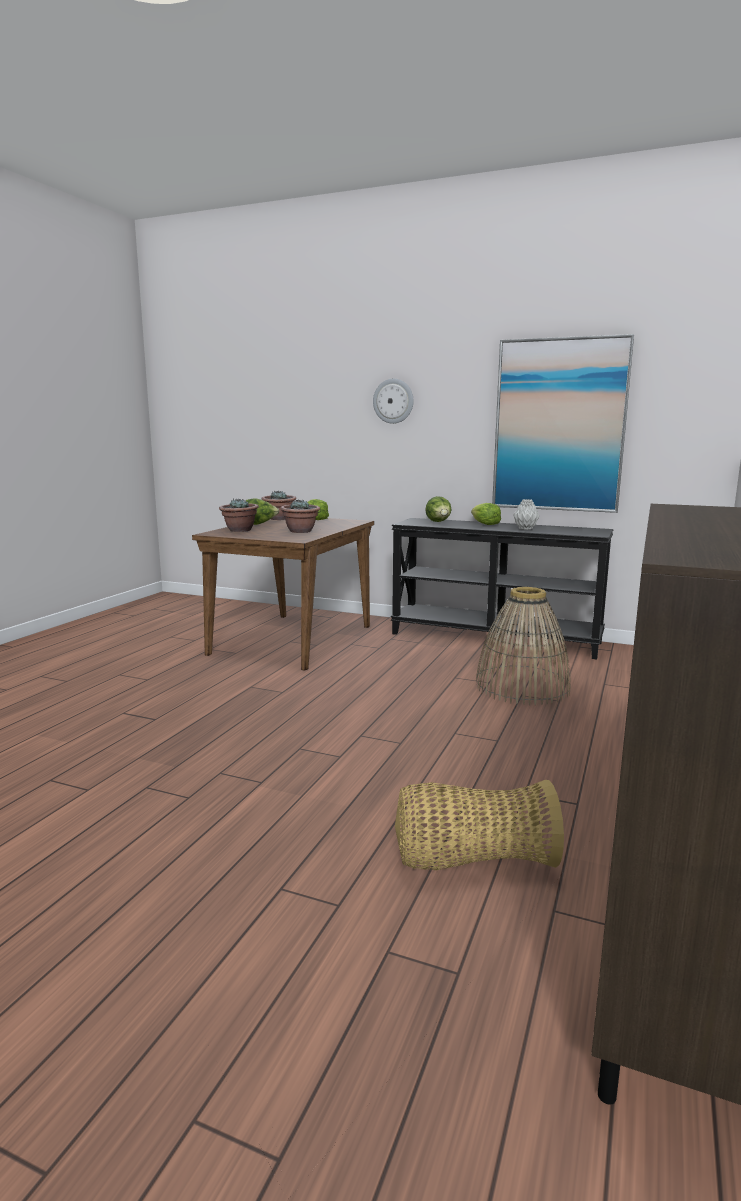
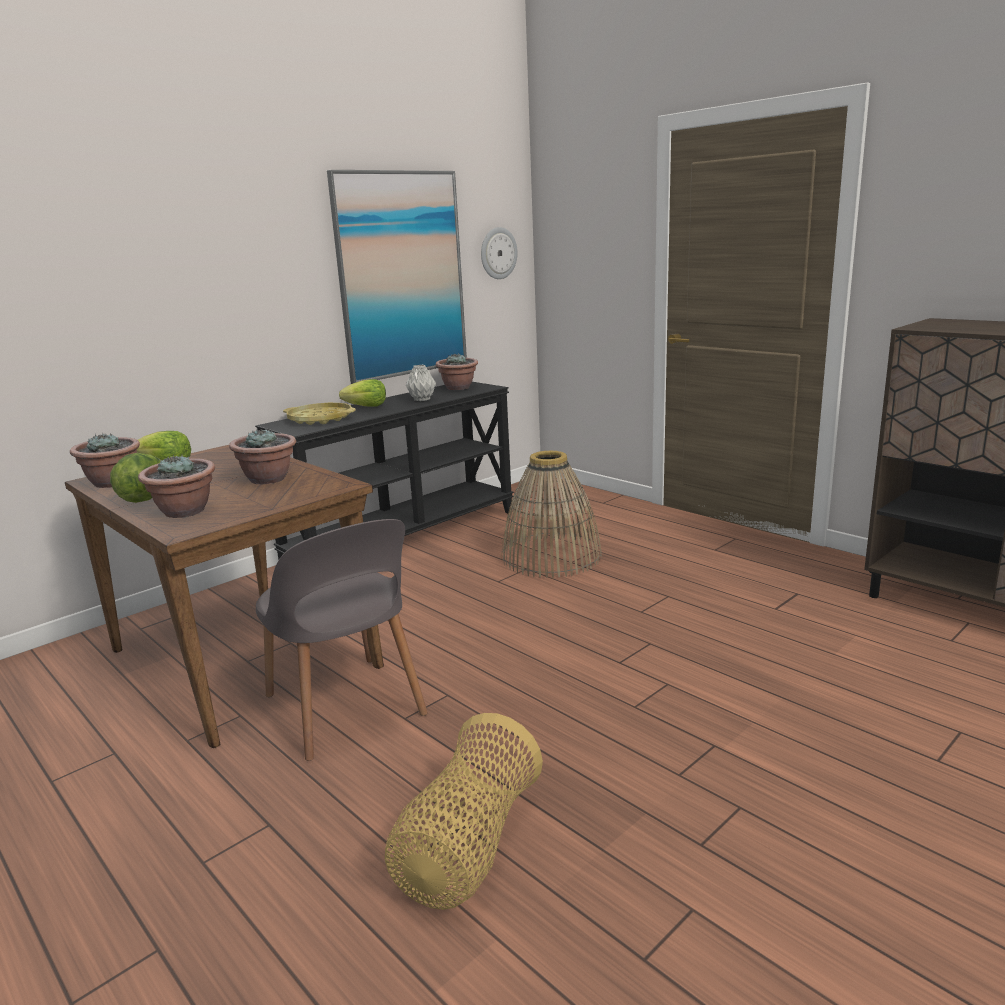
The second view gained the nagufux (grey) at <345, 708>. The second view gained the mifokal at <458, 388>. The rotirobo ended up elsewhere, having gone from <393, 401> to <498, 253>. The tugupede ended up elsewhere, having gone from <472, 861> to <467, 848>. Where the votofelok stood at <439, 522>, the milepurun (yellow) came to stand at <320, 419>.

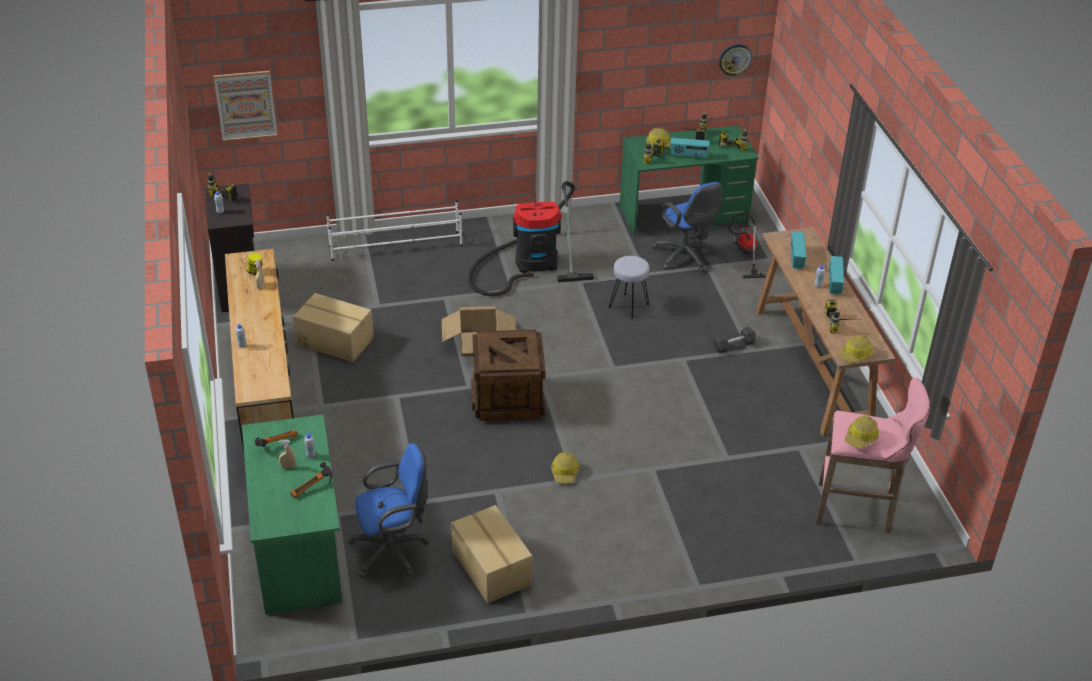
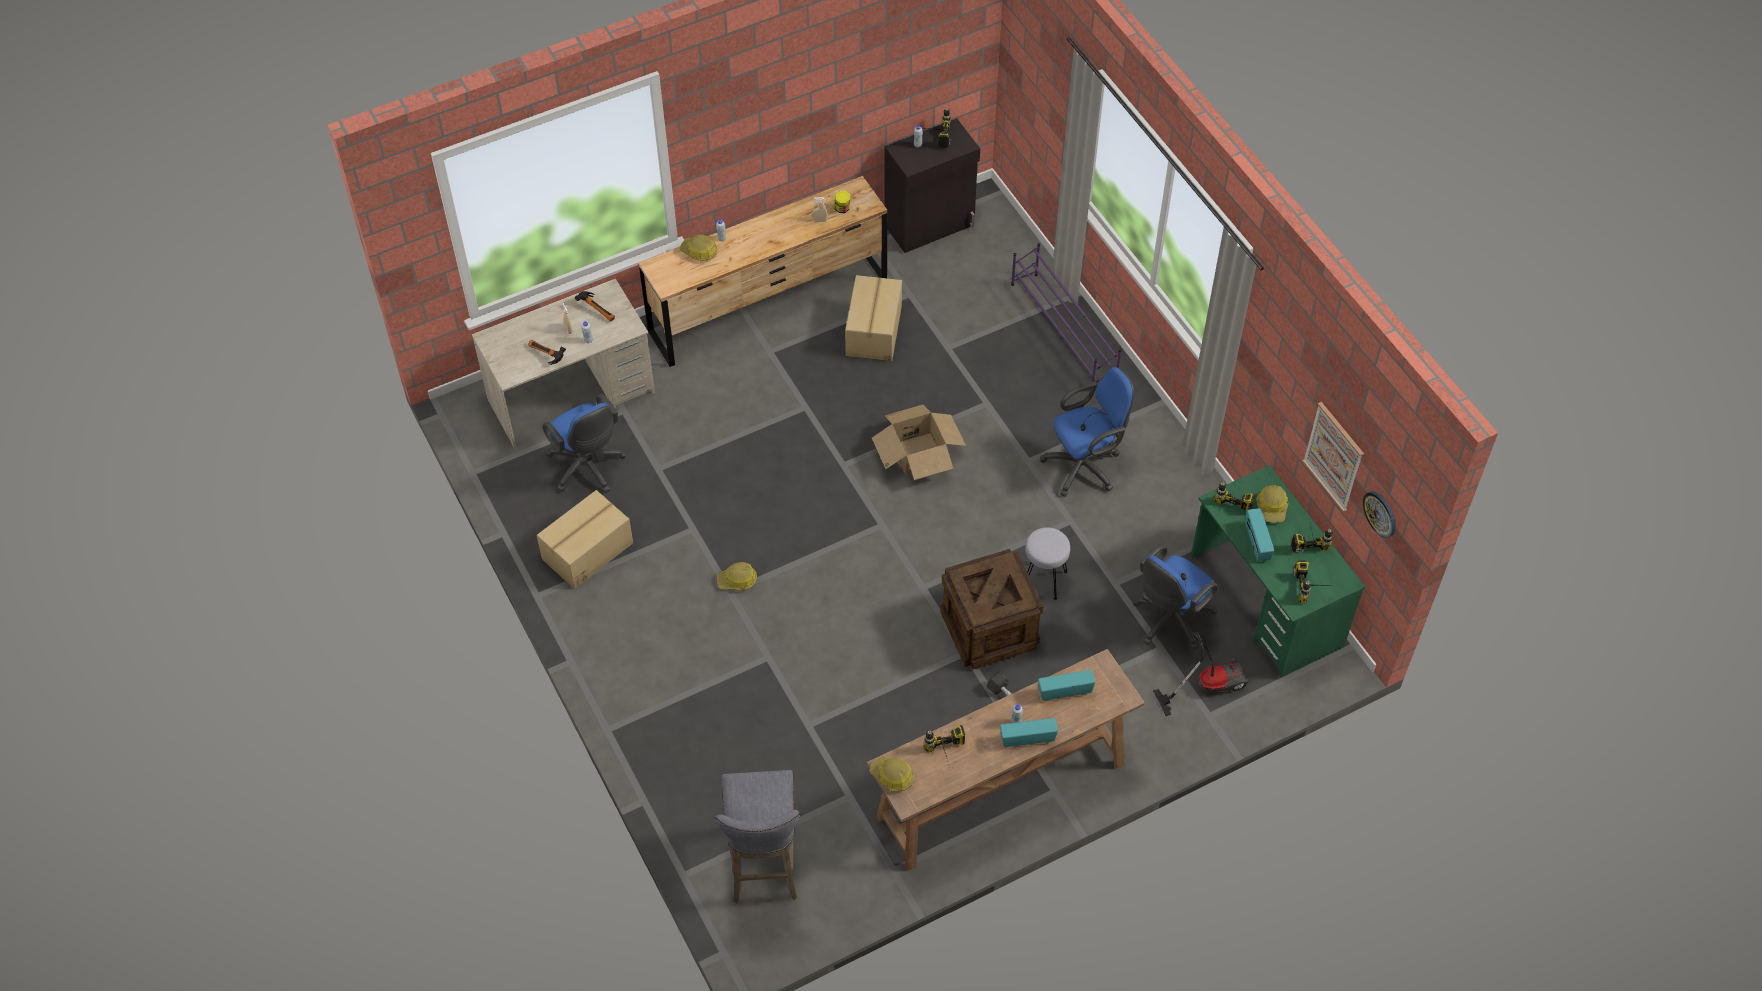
The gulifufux ended up elsewhere, having gone from <245, 105> to <1334, 456>. The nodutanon ended up elsewhere, having gone from <507, 398> to <989, 628>. The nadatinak ended up elsewhere, having gone from <861, 437> to <699, 252>. Where the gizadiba stood at <531, 263>, the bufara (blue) came to stand at <1085, 465>. What was the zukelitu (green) at <297, 549> turned into the zukelitu (beige) at <571, 396>. What was the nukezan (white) at <396, 246> turned into the nukezan (purple) at <1063, 332>. What was the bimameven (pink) at <858, 510> turned into the bimameven (grey) at <764, 867>.

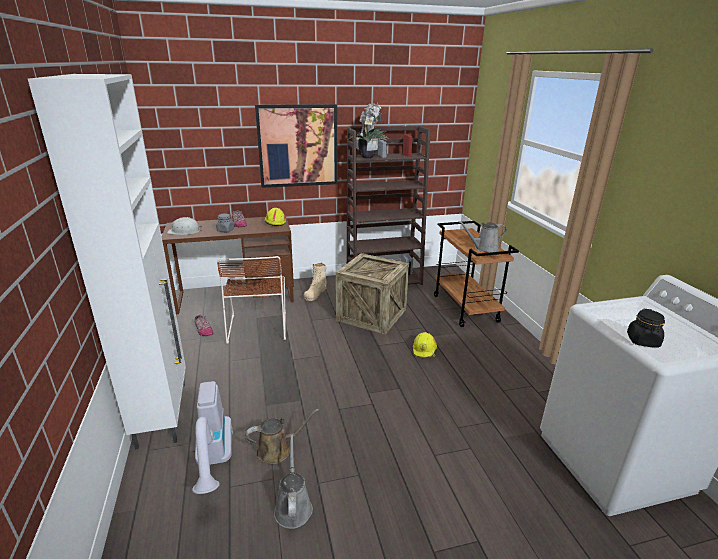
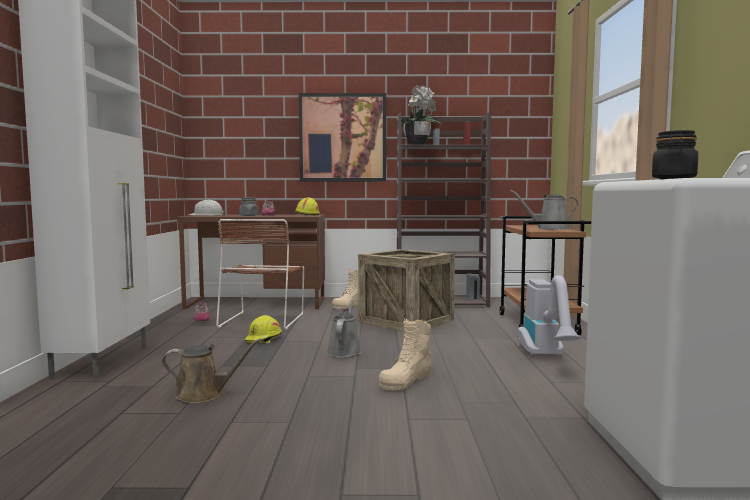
The second view gained the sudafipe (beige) at <406, 380>. The gizadiba ended up elsewhere, having gone from <214, 462> to <546, 356>. The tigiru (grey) ended up elsewhere, having gone from <293, 506> to <344, 351>. The nadatinak (yellow) ended up elsewhere, having gone from <424, 350> to <264, 339>.

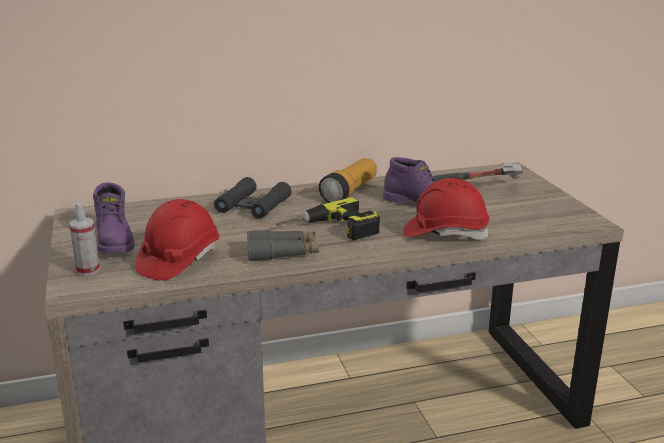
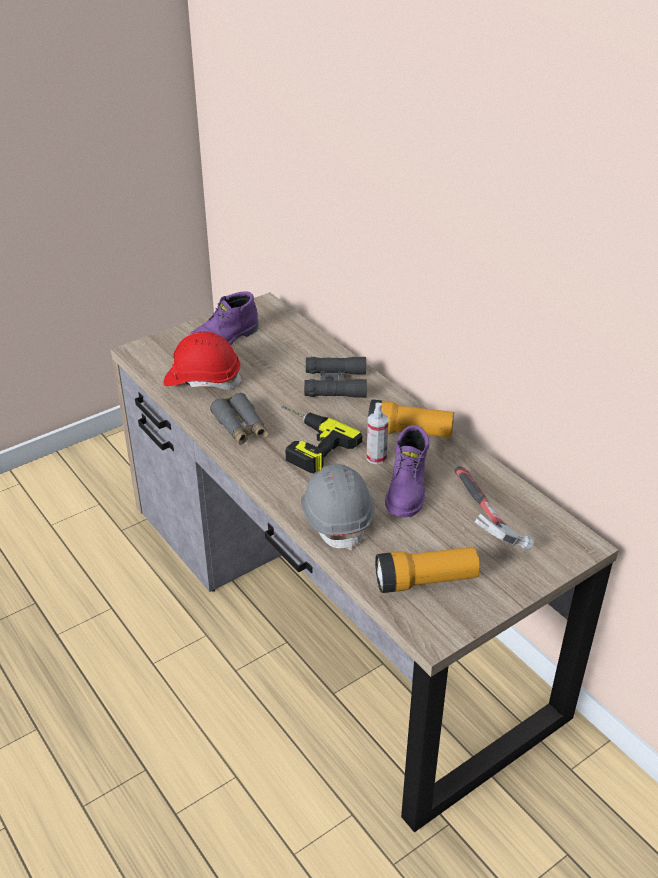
The second view gained the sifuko at <425, 581>. The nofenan ended up elsewhere, having gone from <88, 270> to <376, 457>. What was the nadatinak (red) at <445, 233> turned into the nadatinak (grey) at <337, 518>.

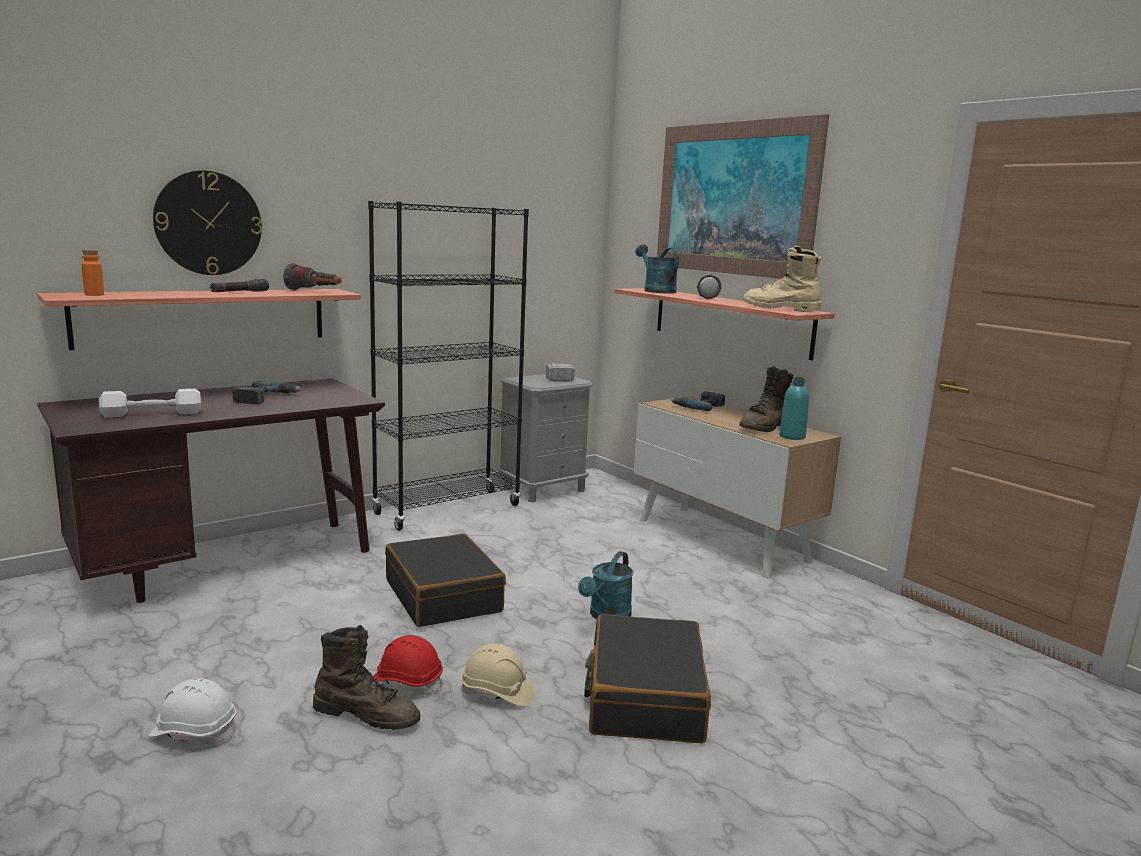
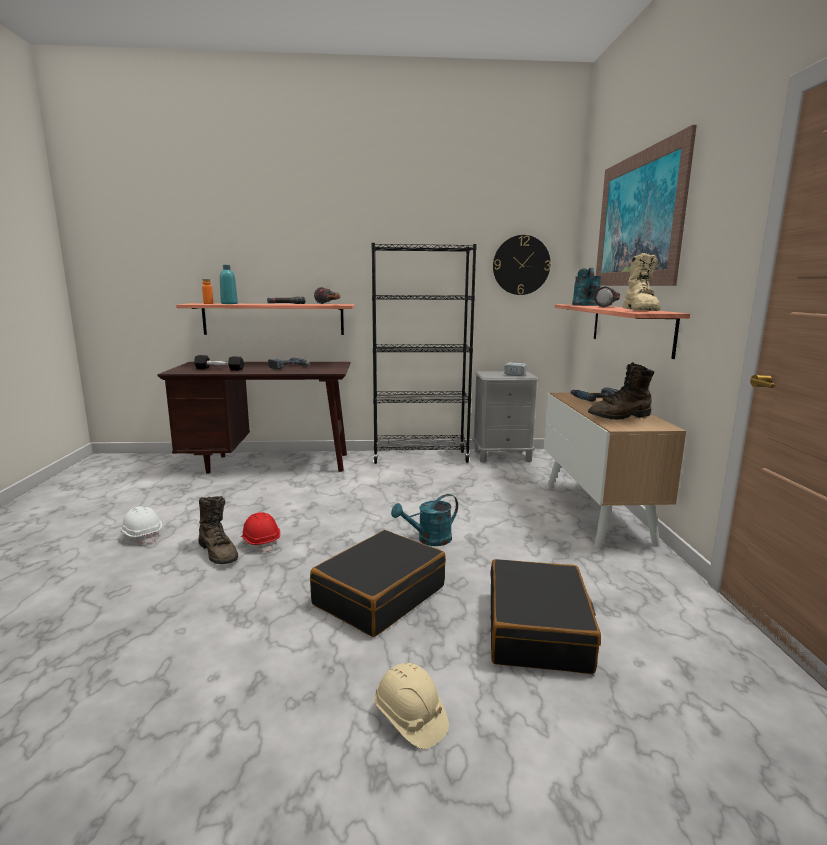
The rotirobo ended up elsewhere, having gone from <208, 223> to <521, 265>. The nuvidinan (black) ended up elsewhere, having gone from <444, 596> to <538, 630>. The nadatinak (beige) ended up elsewhere, having gone from <497, 693> to <410, 718>. The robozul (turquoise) ended up elsewhere, having gone from <792, 436> to <229, 303>. What was the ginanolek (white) at <152, 414> turned into the ginanolek (black) at <219, 369>. The sudafipe (beige) at <779, 309> ended up facing another way, 150 degrees counterclockwise from before.

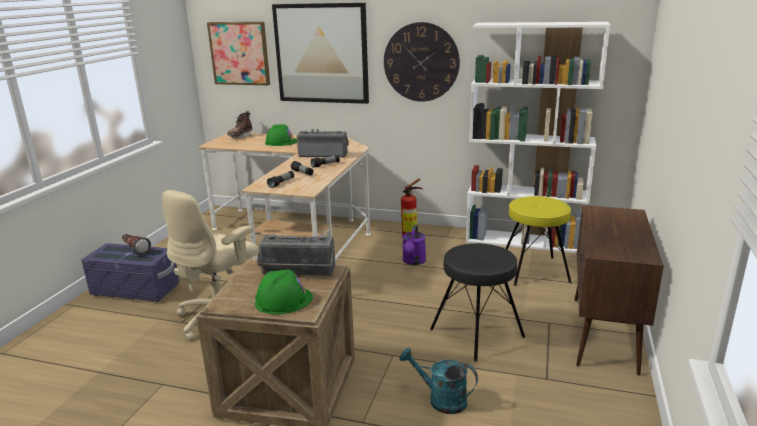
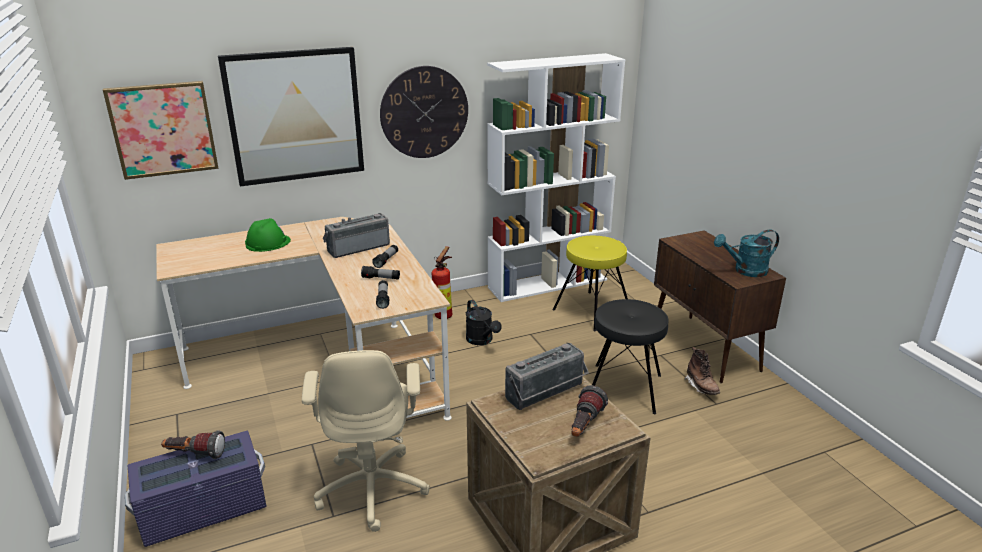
The sudafipe (brown) ended up elsewhere, having gone from <240, 137> to <701, 387>. The tigiru (turquoise) ended up elsewhere, having gone from <440, 399> to <745, 271>. Where the nadatinak (green) stood at <283, 300>, the sifuko came to stand at <584, 426>. What was the tigiru (purple) at <413, 262> turned into the tigiru (black) at <482, 340>.

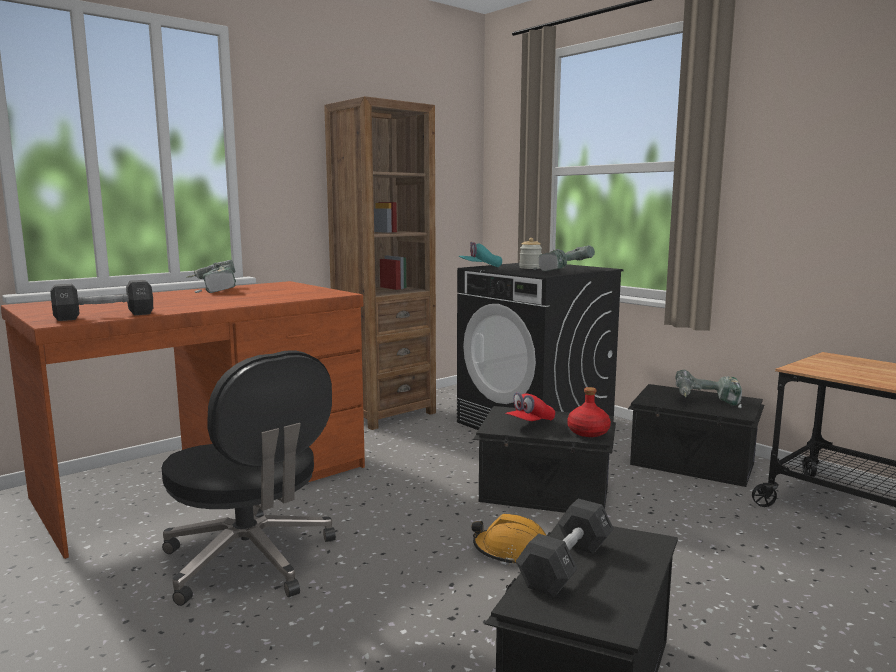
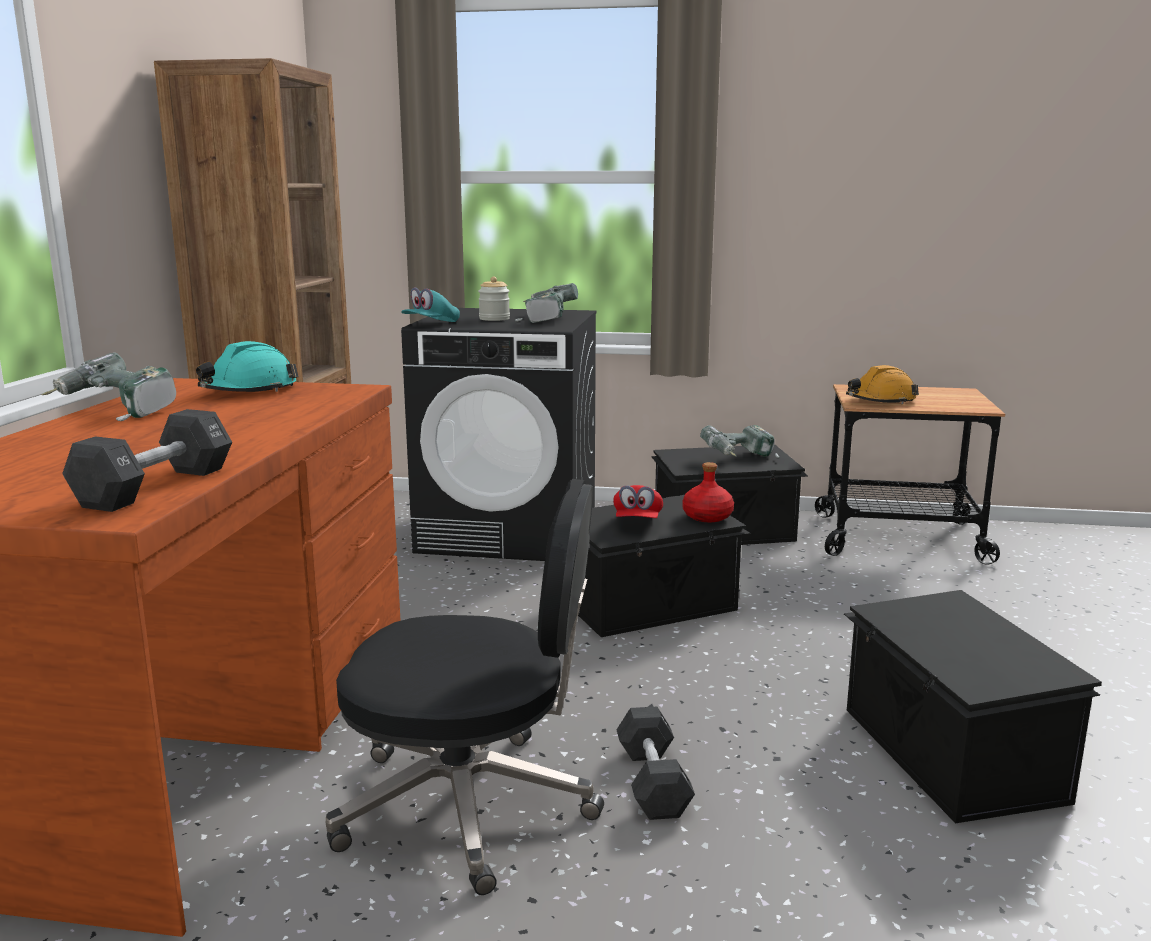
The second view gained the nadatinak (turquoise) at <249, 391>. The nadatinak (orange) ended up elsewhere, having gone from <511, 552> to <880, 401>. The ginanolek (black) ended up elsewhere, having gone from <566, 565> to <653, 781>.

